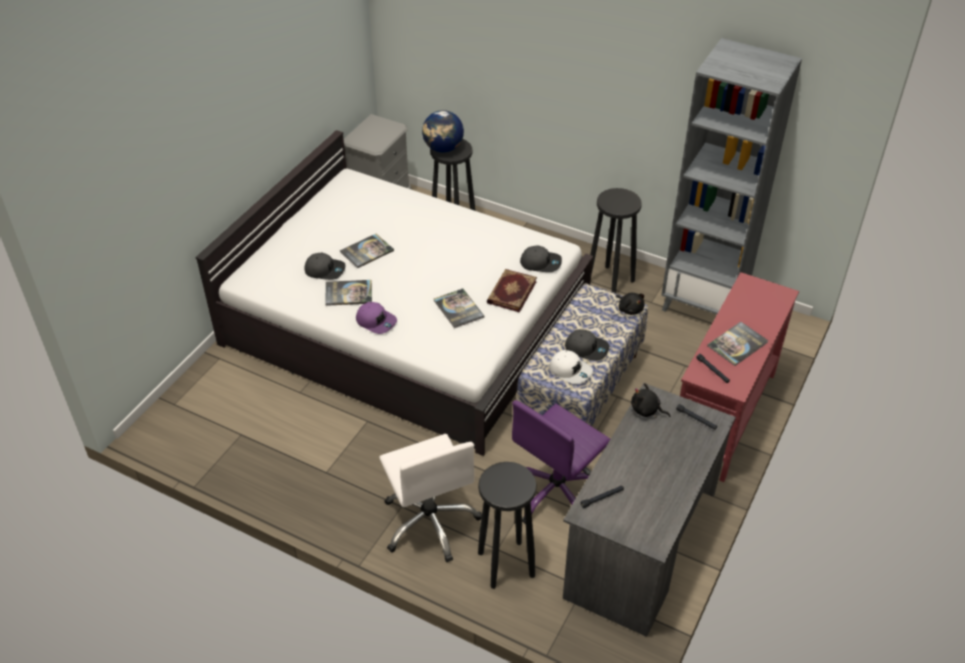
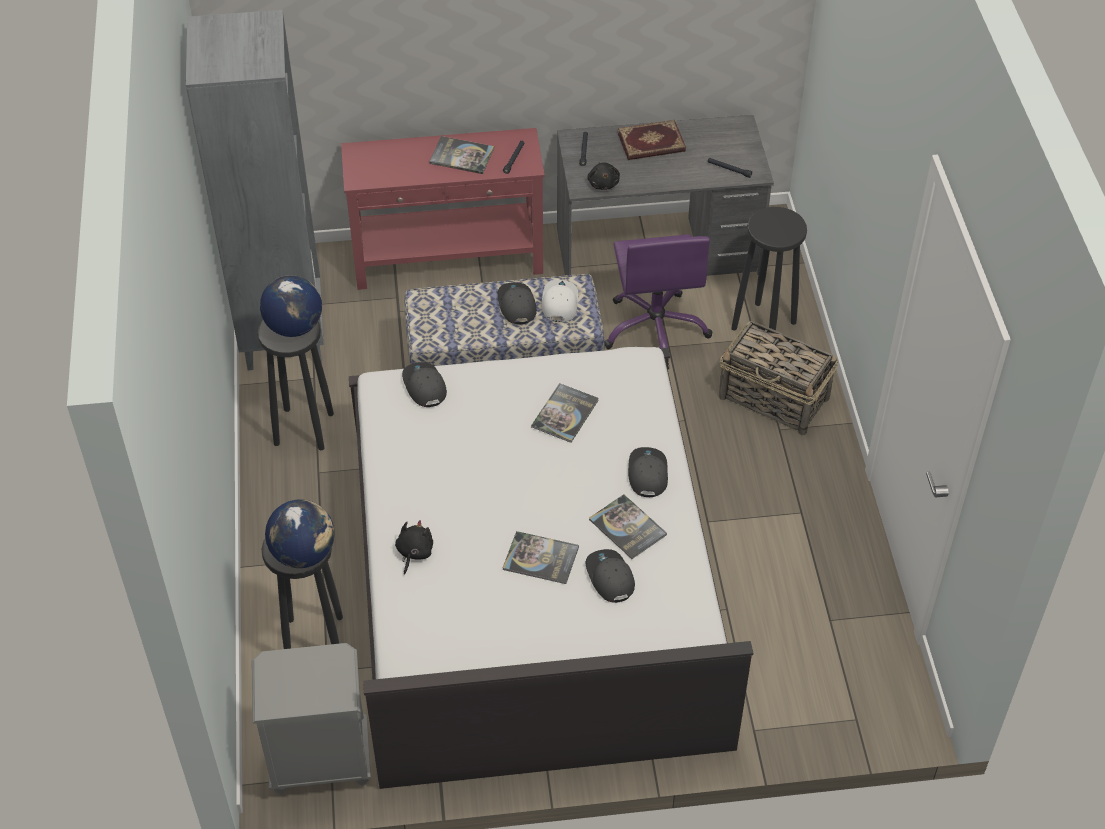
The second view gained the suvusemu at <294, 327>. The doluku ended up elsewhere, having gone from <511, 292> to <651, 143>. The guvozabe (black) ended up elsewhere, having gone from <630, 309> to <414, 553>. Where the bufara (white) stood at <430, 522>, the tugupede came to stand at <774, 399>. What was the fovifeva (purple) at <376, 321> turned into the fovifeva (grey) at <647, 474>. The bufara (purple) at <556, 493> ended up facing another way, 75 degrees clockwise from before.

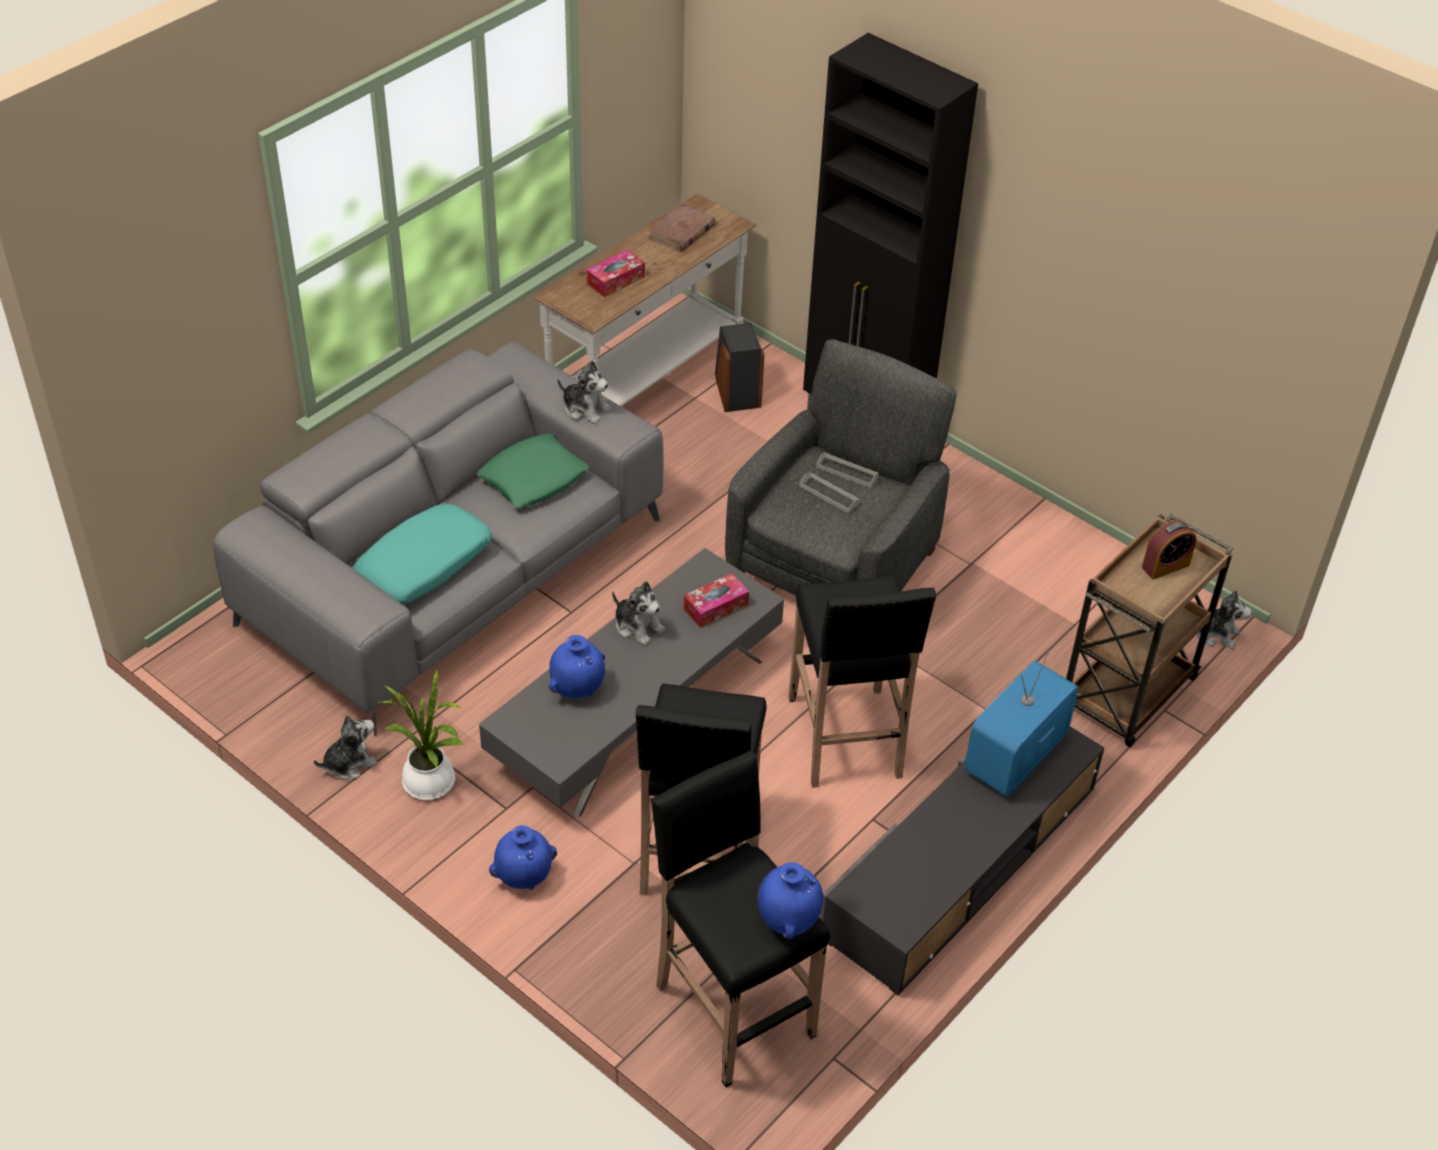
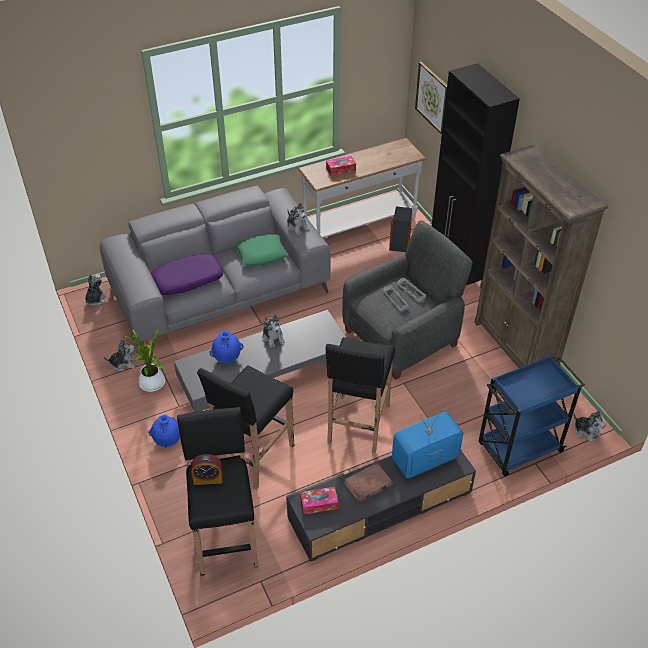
The second view lost the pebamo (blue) at <788, 920>. The second view gained the guvozabe at <95, 299>. The second view gained the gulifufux at <432, 97>. The second view gained the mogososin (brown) at <515, 347>. The doluku (brown) ended up elsewhere, having gone from <681, 232> to <368, 484>. The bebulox ended up elsewhere, having gone from <715, 607> to <319, 503>. The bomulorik ended up elsewhere, having gone from <1165, 566> to <208, 479>. What was the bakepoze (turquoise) at <424, 566> turned into the bakepoze (purple) at <187, 281>. What was the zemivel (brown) at <1126, 695> turned into the zemivel (blue) at <518, 448>.

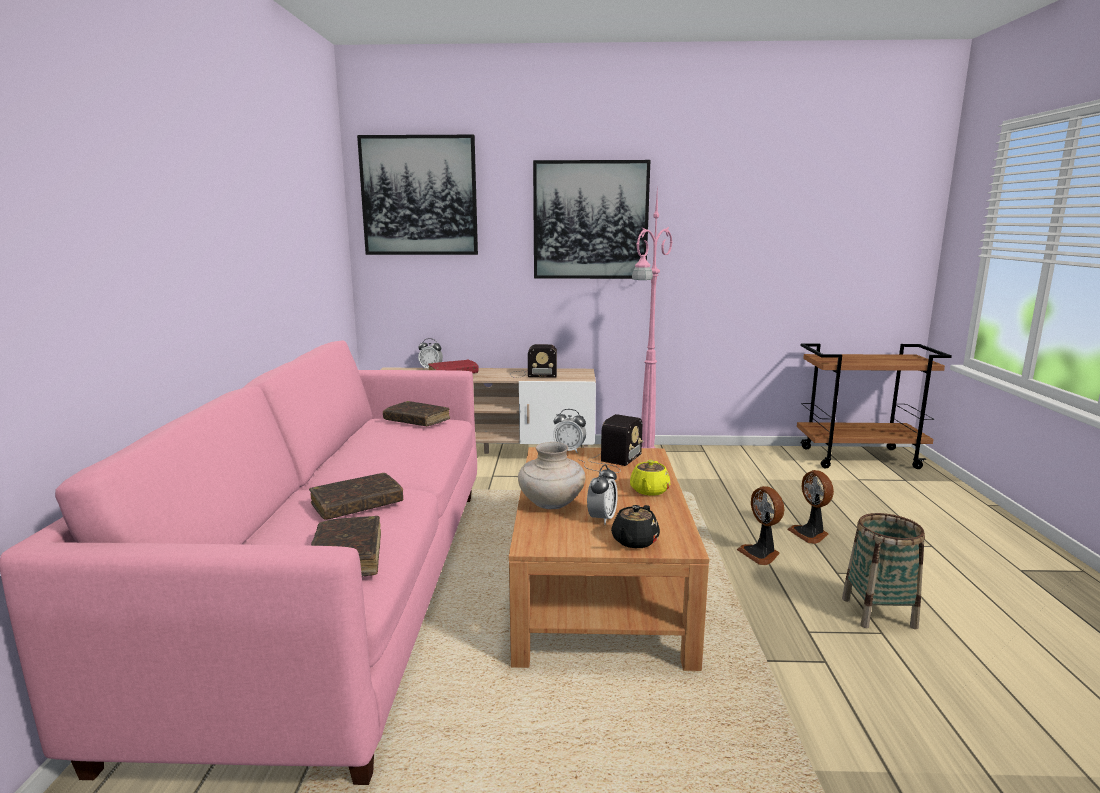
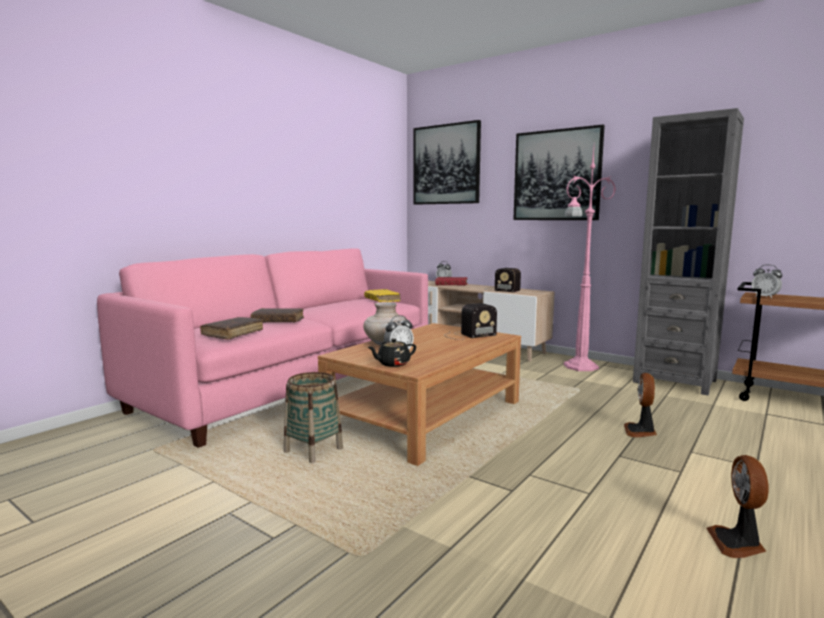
The second view lost the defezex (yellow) at <649, 491>. The second view gained the mogososin (grey) at <674, 381>. The bomulorik ended up elsewhere, having gone from <569, 450> to <765, 297>. The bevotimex ended up elsewhere, having gone from <761, 554> to <737, 544>. The tugupede ended up elsewhere, having gone from <878, 612> to <313, 451>. What was the doluku (brown) at <417, 420> turned into the doluku (yellow) at <382, 300>.

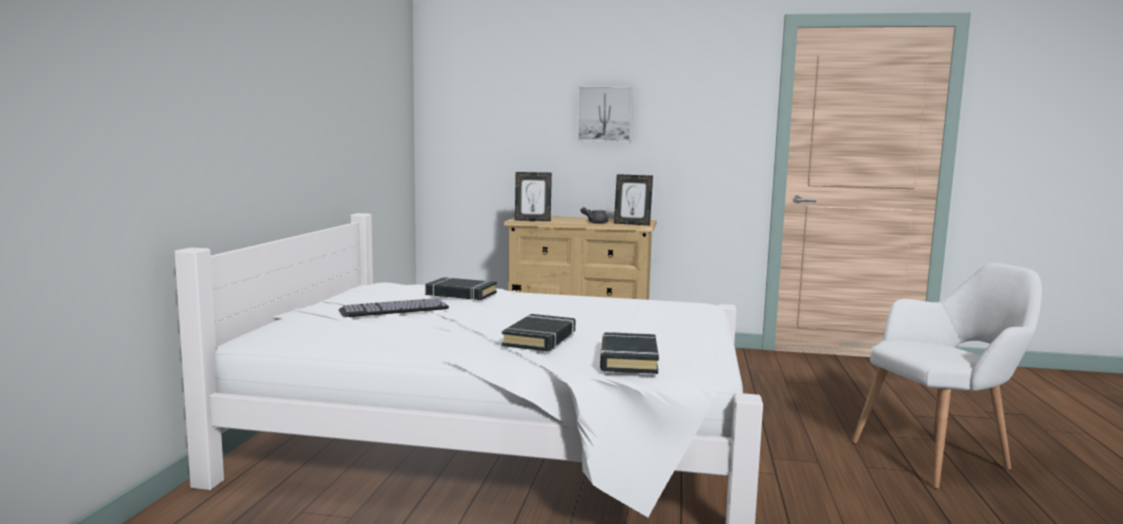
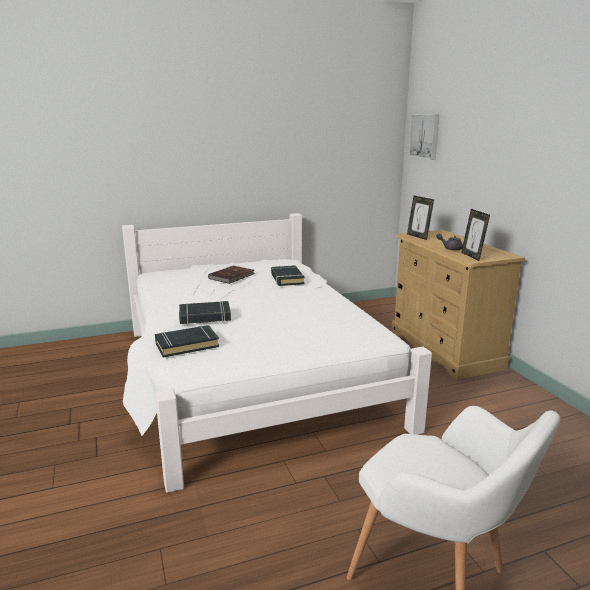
The gulifufux ended up elsewhere, having gone from <605, 114> to <425, 136>. Where the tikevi stood at <394, 308>, the doluku (brown) came to stand at <232, 276>.

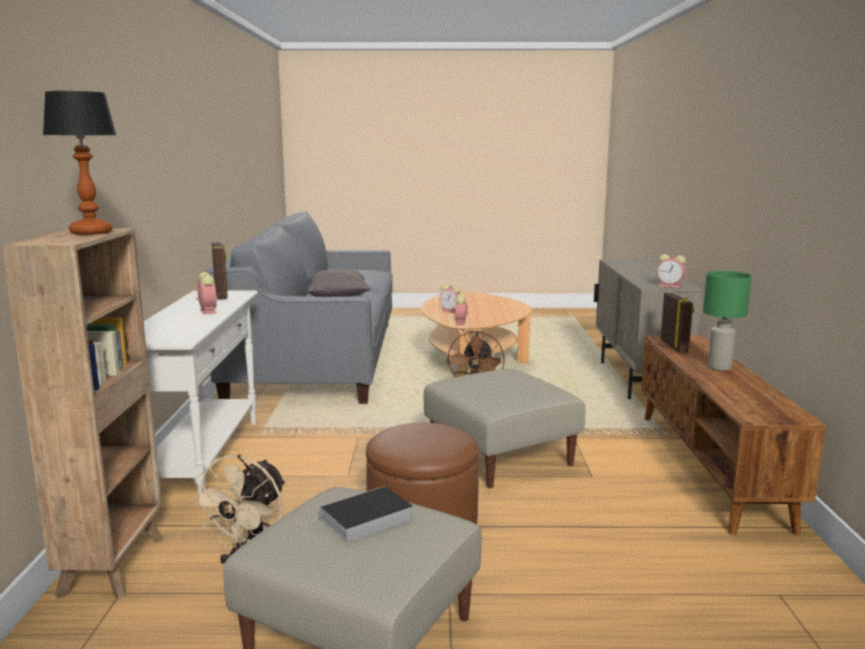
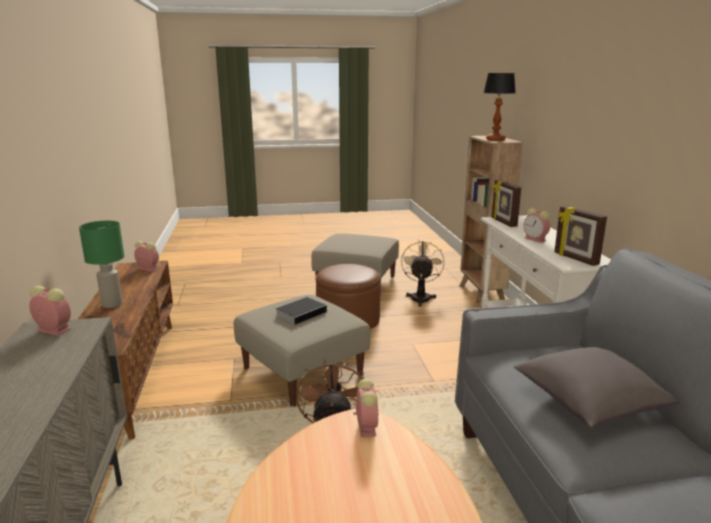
The doluku ended up elsewhere, having gone from <364, 520> to <302, 313>. The bomulorik ended up elsewhere, having gone from <451, 311> to <147, 268>. The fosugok ended up elsewhere, having gone from <674, 346> to <503, 222>.

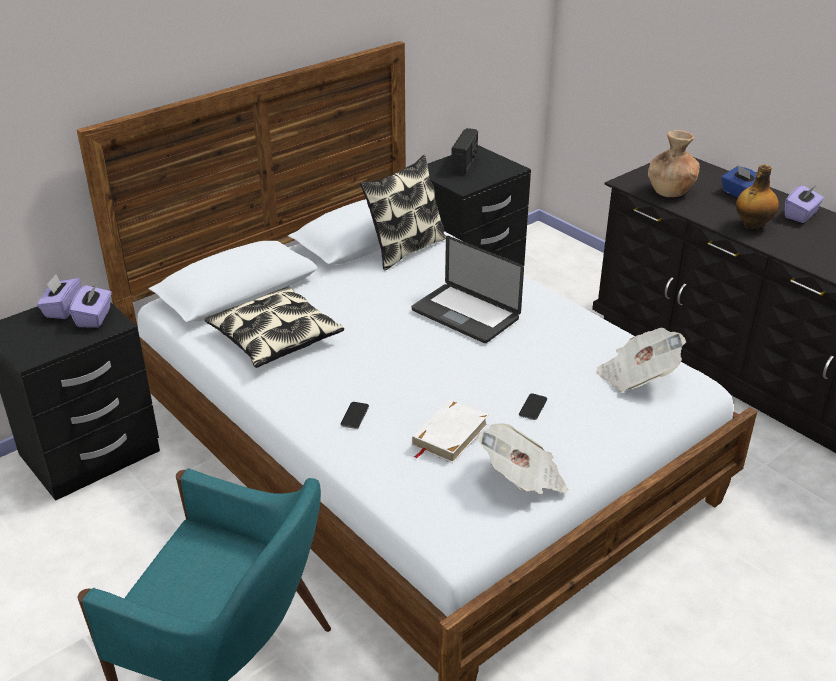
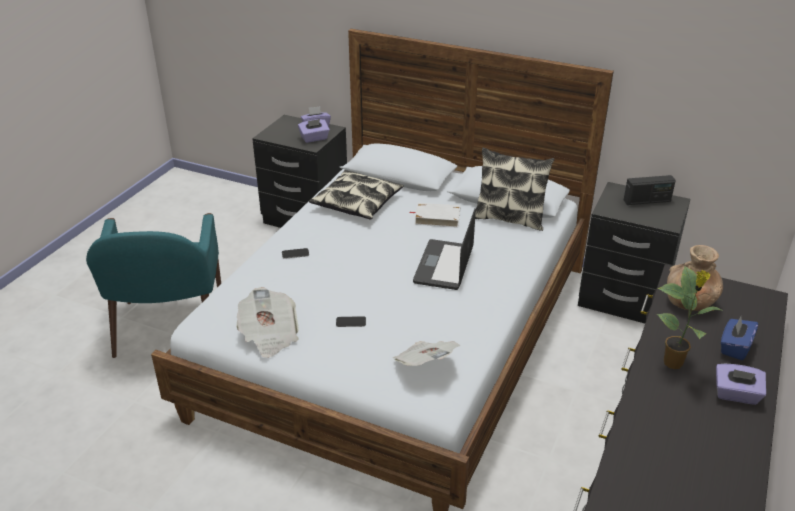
The doluku (white) ended up elsewhere, having gone from <449, 435> to <437, 217>. Where the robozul stood at <752, 225>, the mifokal came to stand at <674, 363>.

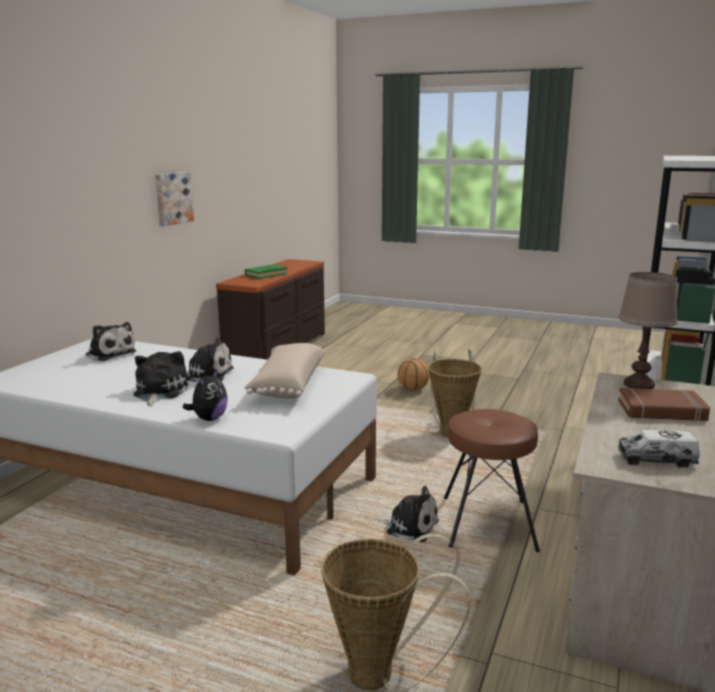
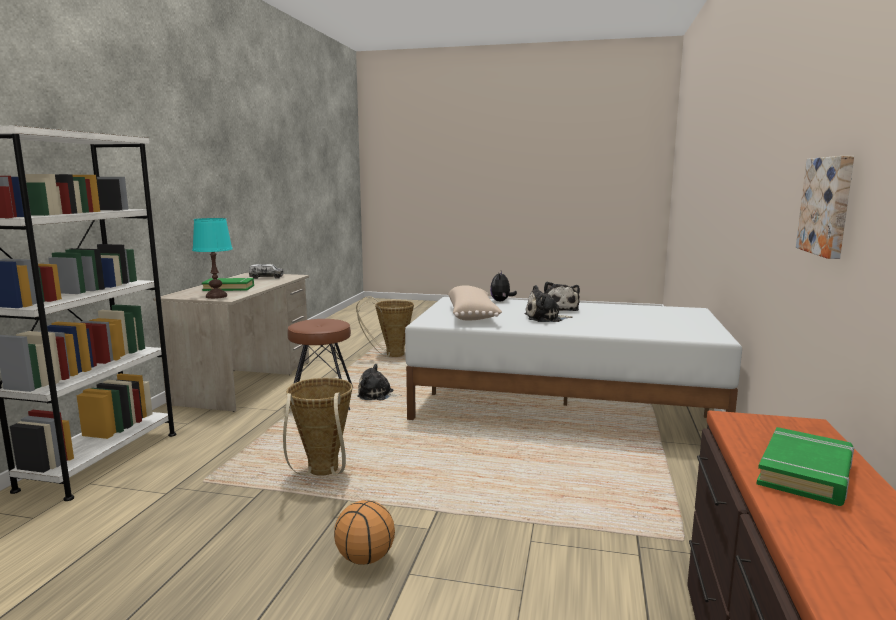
The second view lost the guvozabe at <109, 354>. What was the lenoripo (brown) at <638, 385> turned into the lenoripo (turquoise) at <216, 296>. What was the doluku (brown) at <661, 411> turned into the doluku (green) at <229, 288>.

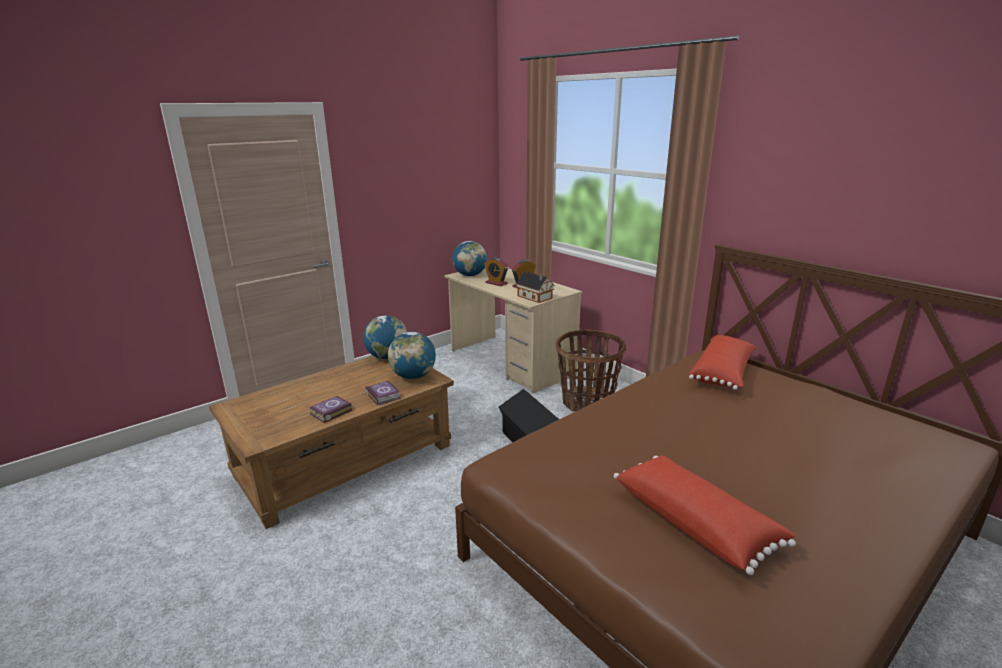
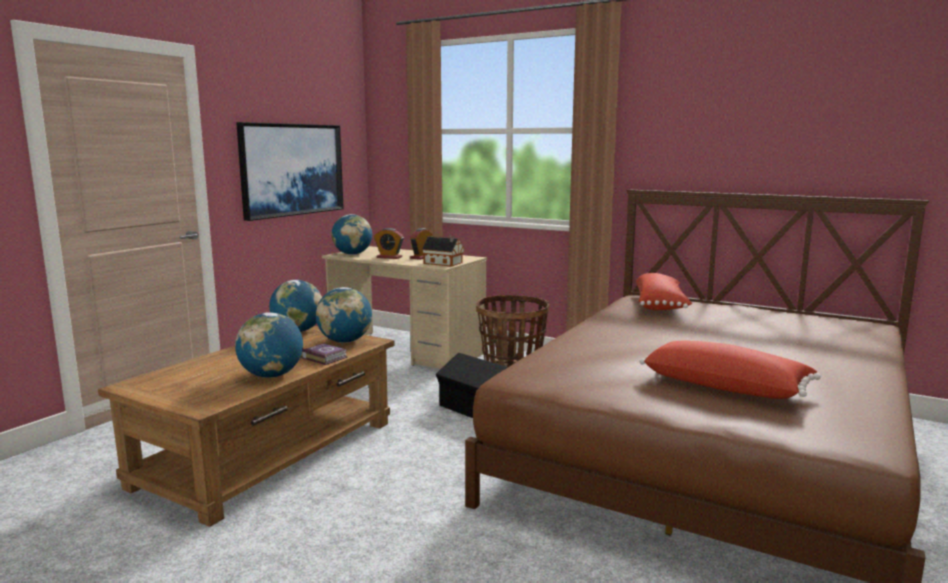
The second view gained the gulifufux at <292, 169>. Where the doluku stood at <330, 412>, the suvusemu came to stand at <271, 375>.

